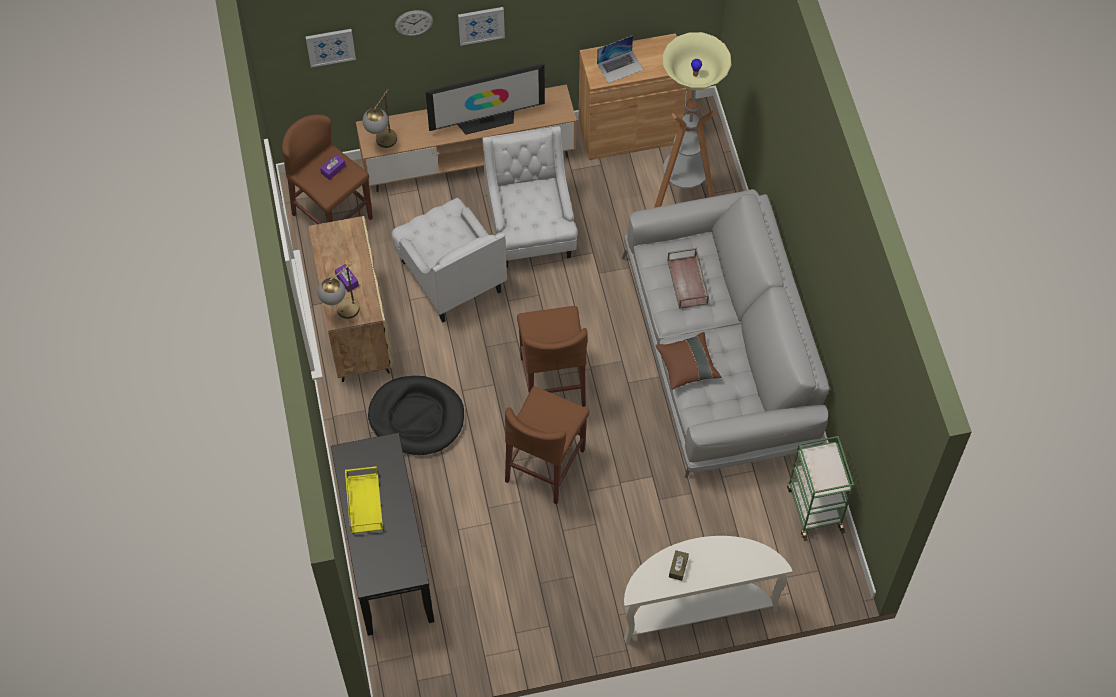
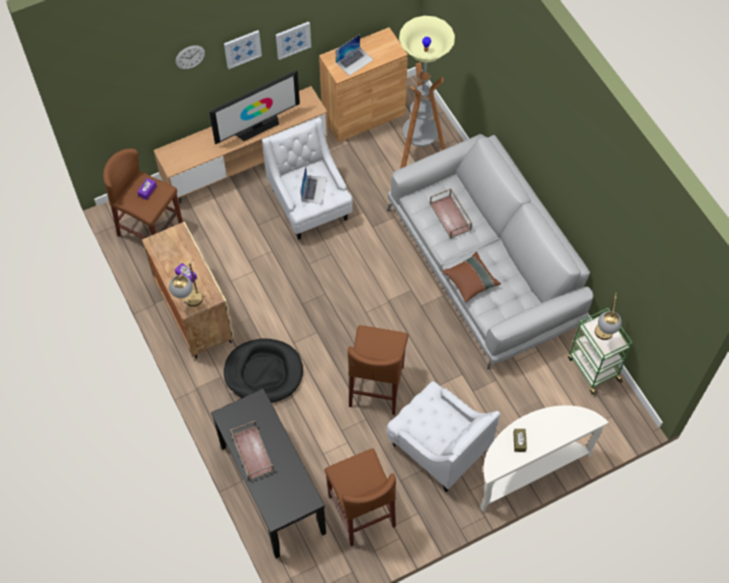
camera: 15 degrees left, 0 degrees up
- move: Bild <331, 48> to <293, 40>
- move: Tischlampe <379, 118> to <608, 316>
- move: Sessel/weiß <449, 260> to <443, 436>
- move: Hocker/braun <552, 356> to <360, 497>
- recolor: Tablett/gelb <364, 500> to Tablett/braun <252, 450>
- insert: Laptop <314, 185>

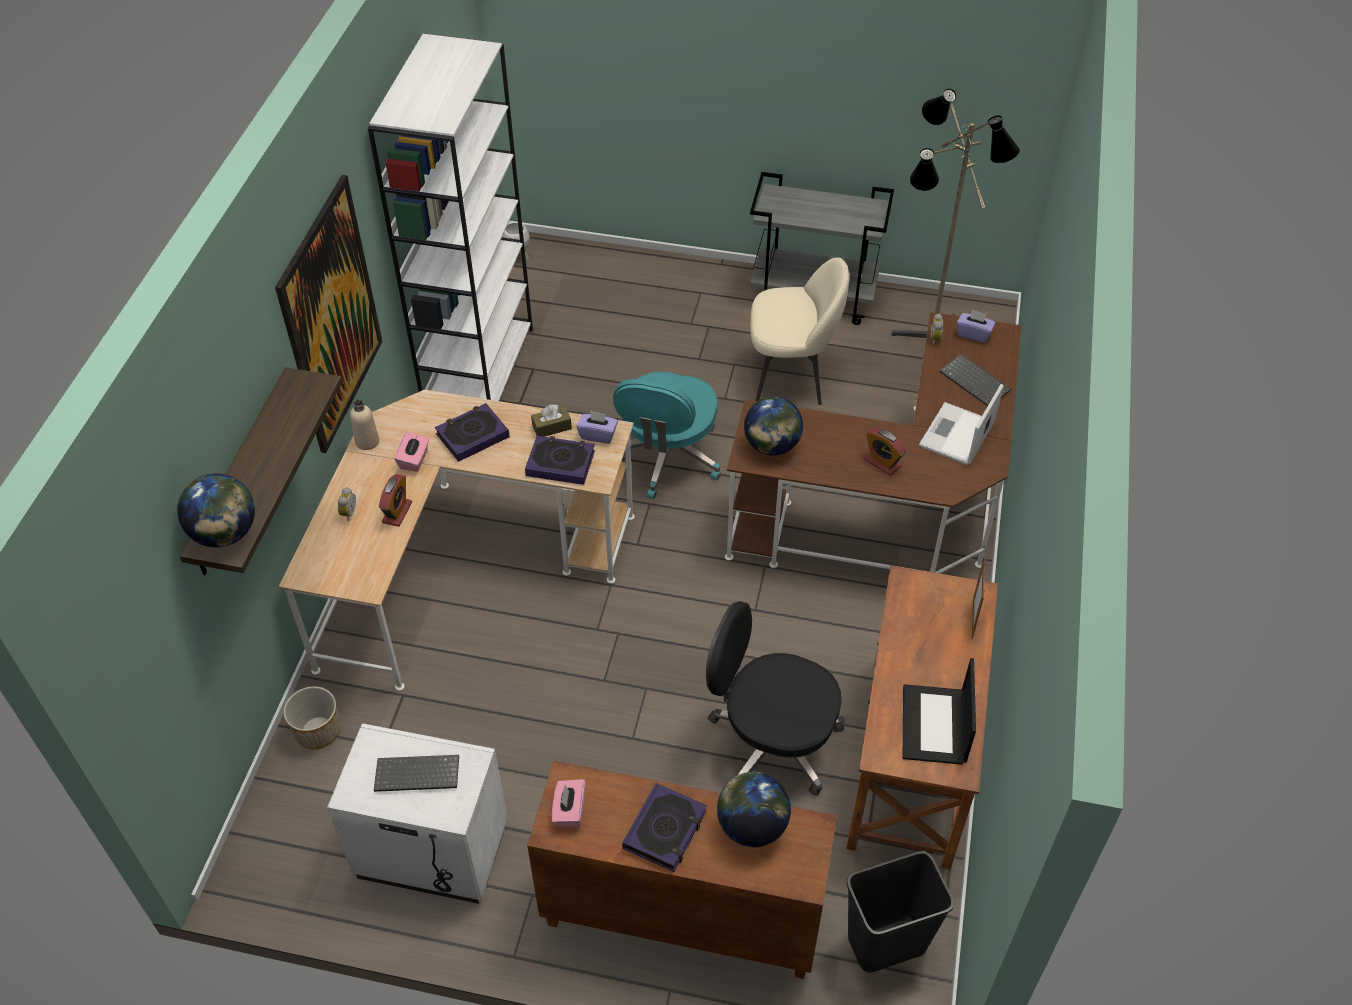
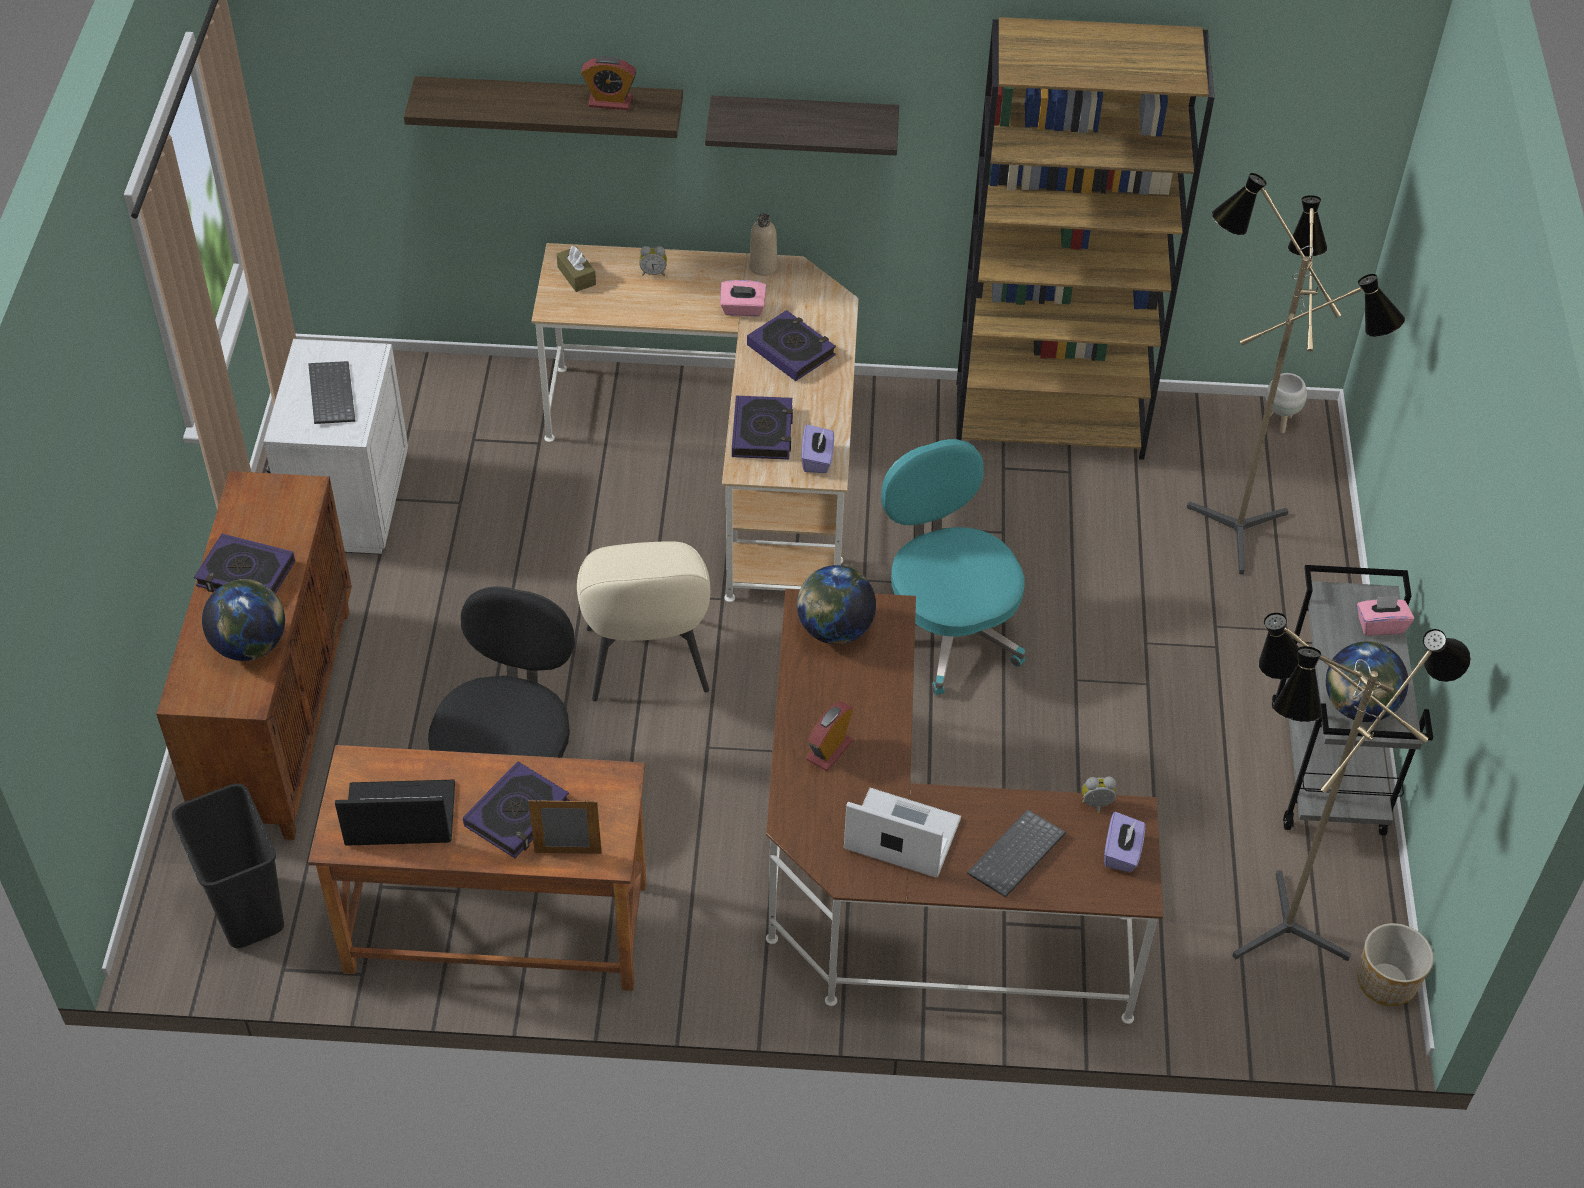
camera: 80 degrees right, 0 degrees up
- recolor: Bücherregal/weiß <450, 217> to Bücherregal/braun <1085, 238>
- replace: Bild <329, 314> to Wandregal <802, 125>
- move: Stuhl/beige <799, 331> to <644, 621>
- rotate: Bürostuhl/türkis <667, 435> = <953, 567> 60 degrees clockwise
- move: Taschentuchbox/braun <551, 421> to <576, 268>
- move: Globus <216, 510> to <1367, 681>
- move: Wecker <395, 500> to <608, 83>
- move: Pflanzkübel <311, 717> to <1396, 964>
- move: Taschentuchbox/rosa <568, 803> to <1385, 616>
- insert: Stehlampe <1296, 373>
- insert: Buch <516, 809>

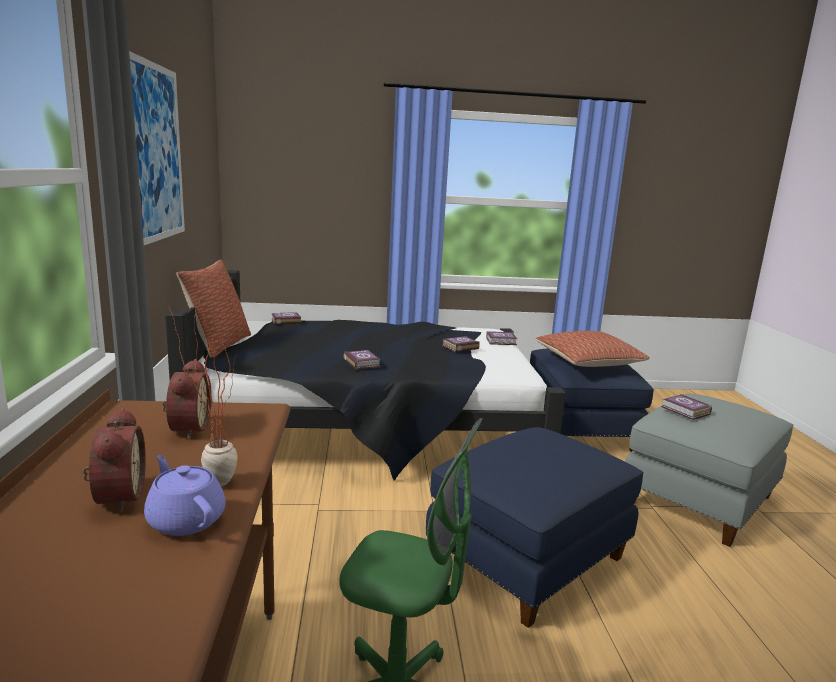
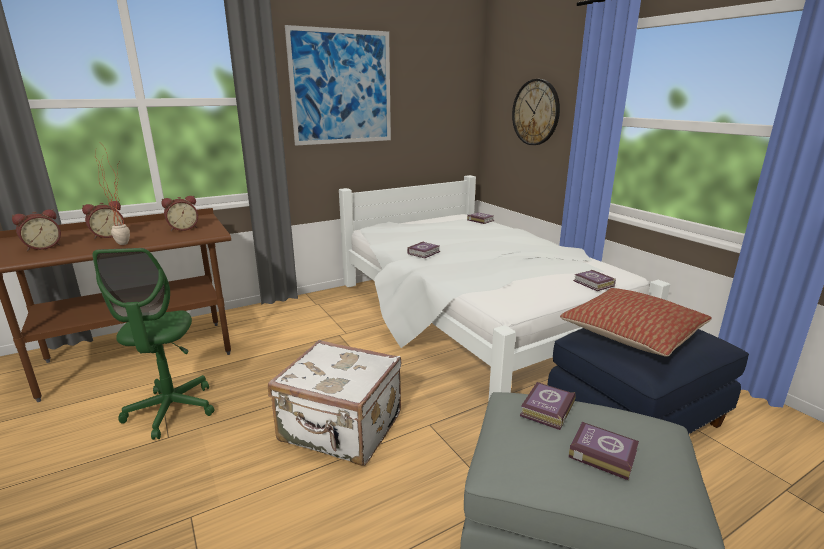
camera: 65 degrees right, 5 degrees up
- delete: Kissen <214, 309>
- recolor: Bett/schwarz <365, 375> to Bett/weiß <504, 288>
- move: Buch <461, 344> to <603, 451>
- replace: Polsterhocker/blau <535, 527> to Koffer/weiß <334, 403>
- delete: Teekanne/lila <185, 495>
- insert: Wanduhr <536, 112>
- insert: Wecker <36, 230>

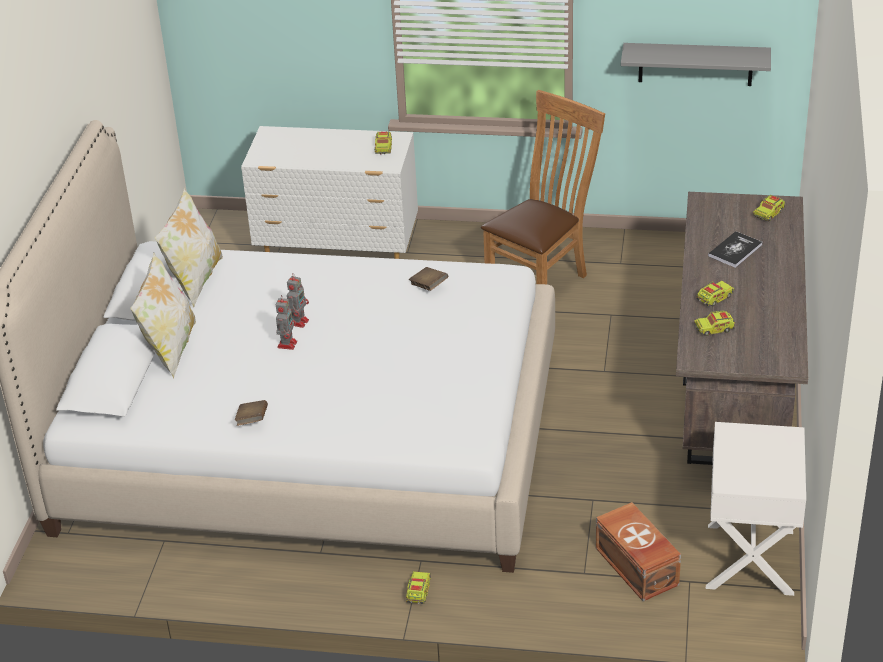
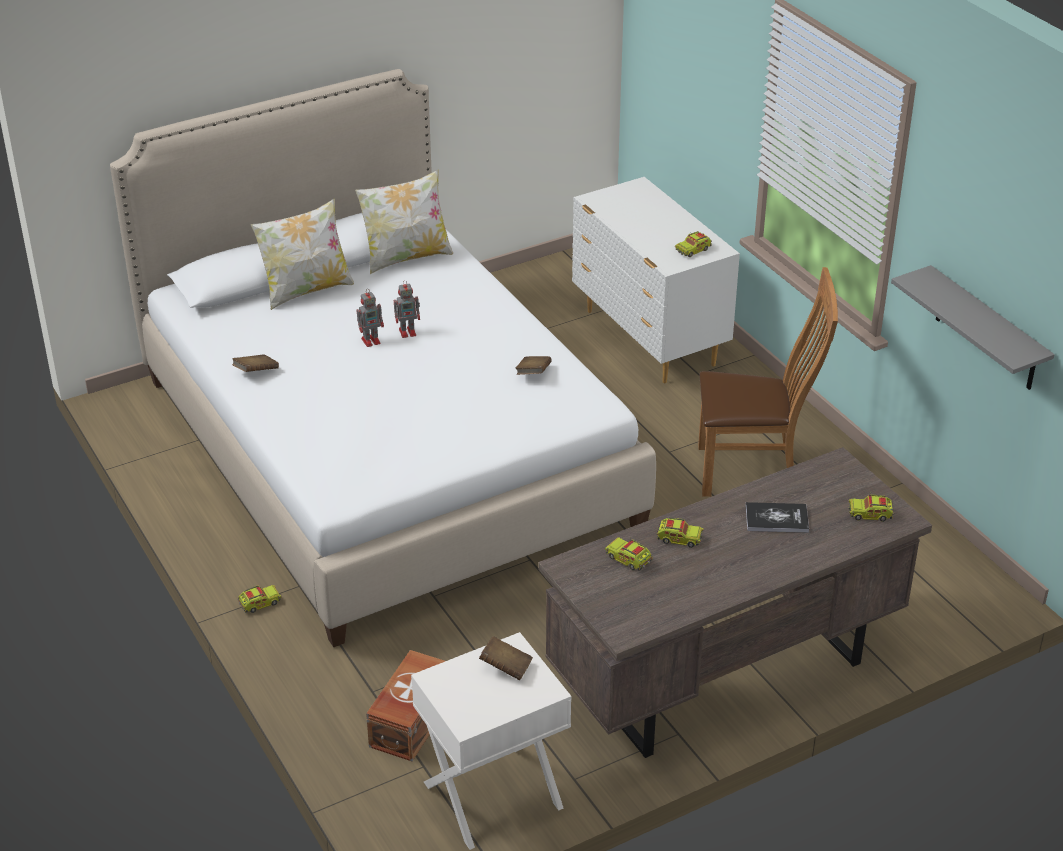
camera: 50 degrees right, 0 degrees up
- insert: Buch/braun <506, 658>

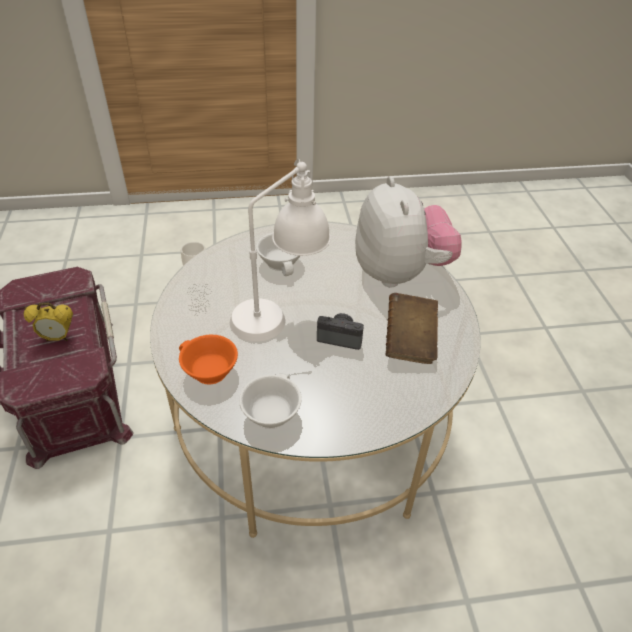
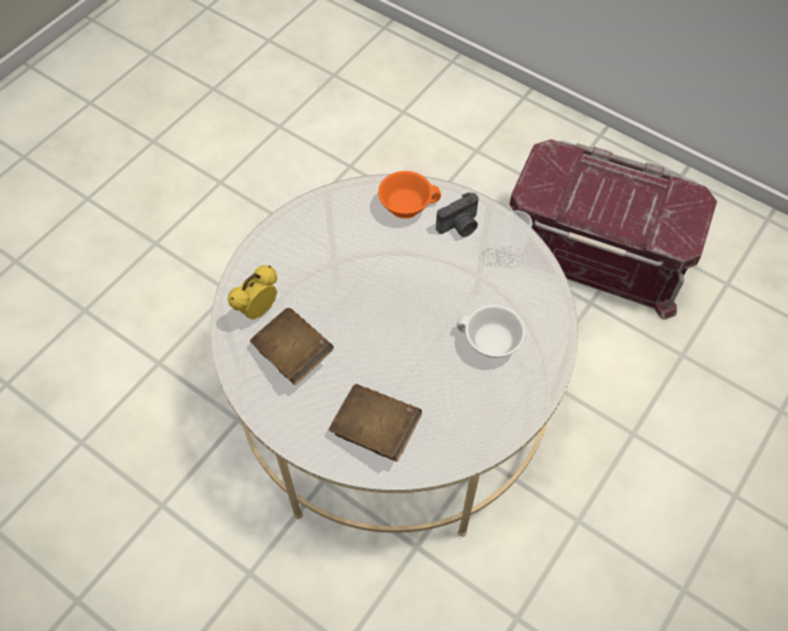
camera: 135 degrees right, 15 degrees up
- delete: Tischlampe/weiß <280, 250>
- replace: Plüschtier <408, 232> to Buch/braun <375, 423>
- move: Wecker <48, 321> to <252, 292>
- move: Kamera <340, 331> to <457, 214>
- delete: Tasse/weiß <270, 401>

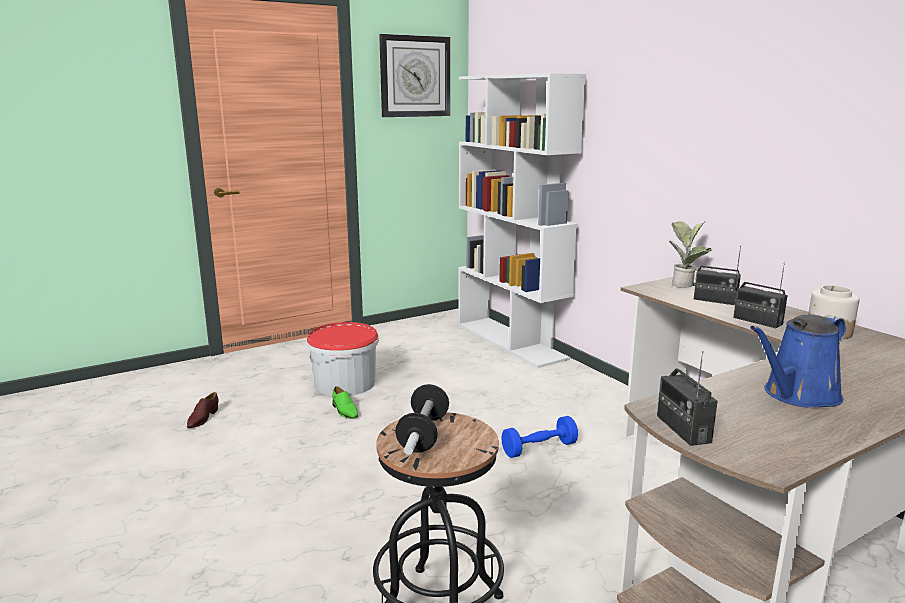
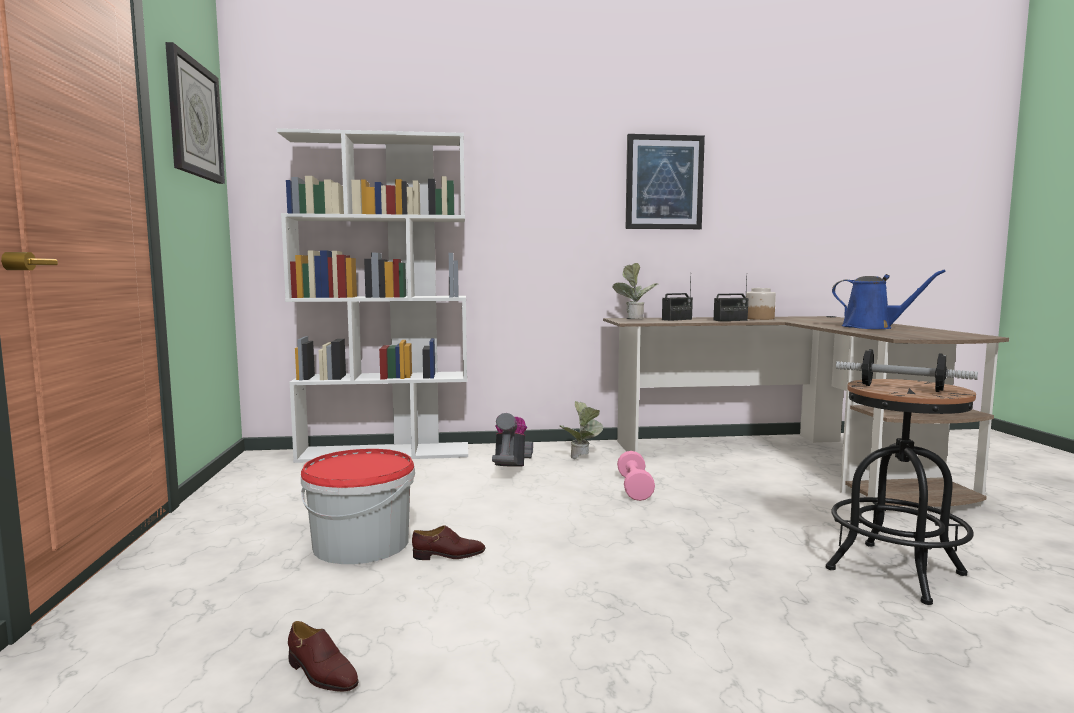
camera: 65 degrees left, 10 degrees down
- rotate: Gießkanne/blau <798, 361> = <889, 299> 45 degrees counterclockwise
- delete: Radio <687, 398>
- recolor: Schuh/grün <345, 402> to Schuh/braun <448, 542>
- recolor: Hantel/blau <539, 437> to Hantel/rosa <636, 476>
- insert: Bild <665, 181>
- insert: Topfpflanze <581, 430>
- insert: Staubsauger <512, 440>

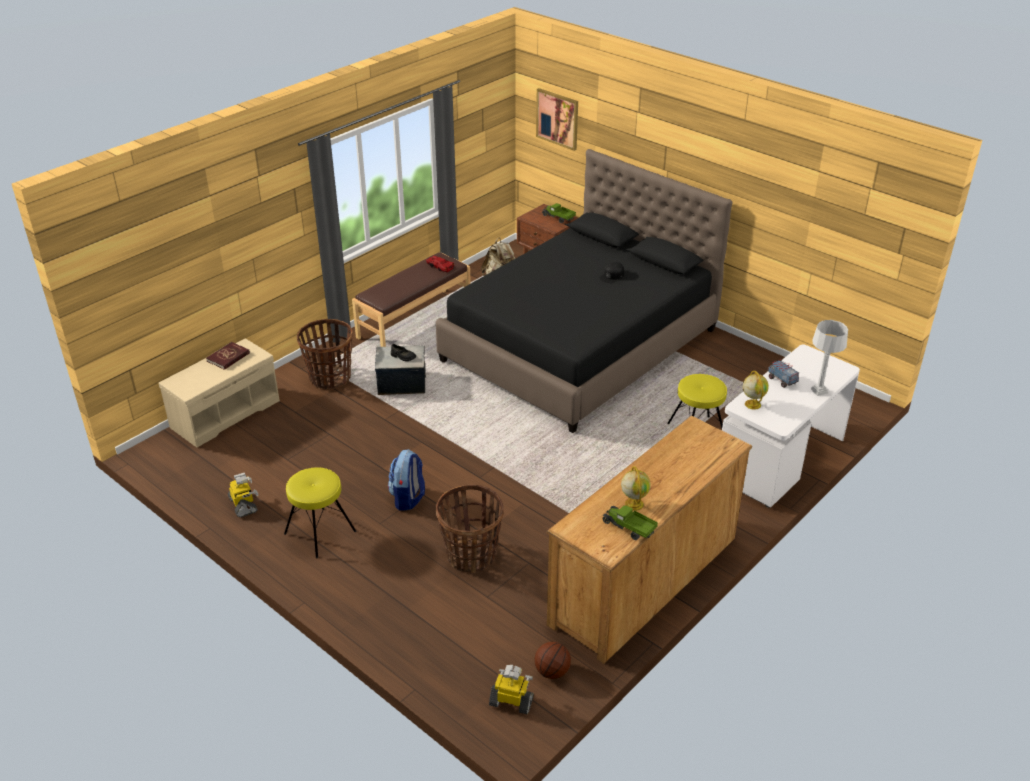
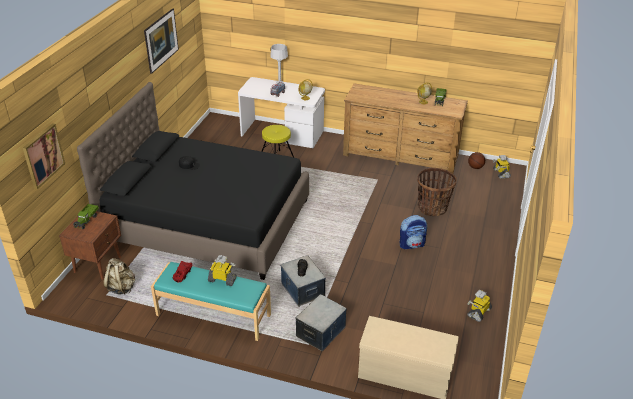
camera: 115 degrees left, 0 degrees up
- recolor: Bank/braun <411, 299> to Bank/türkis <211, 301>
- replace: Korb <325, 354> to Aufbewahrungsbox <321, 322>
- delete: Buch/rot <228, 356>
- delete: Hocker/gelb <320, 513>
- insert: Bild <161, 41>
- insert: Spielzeugroboter <222, 270>

